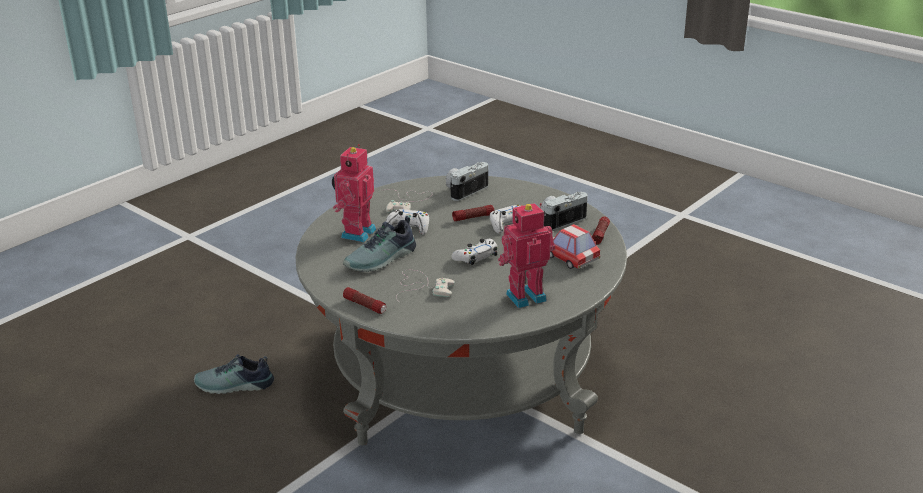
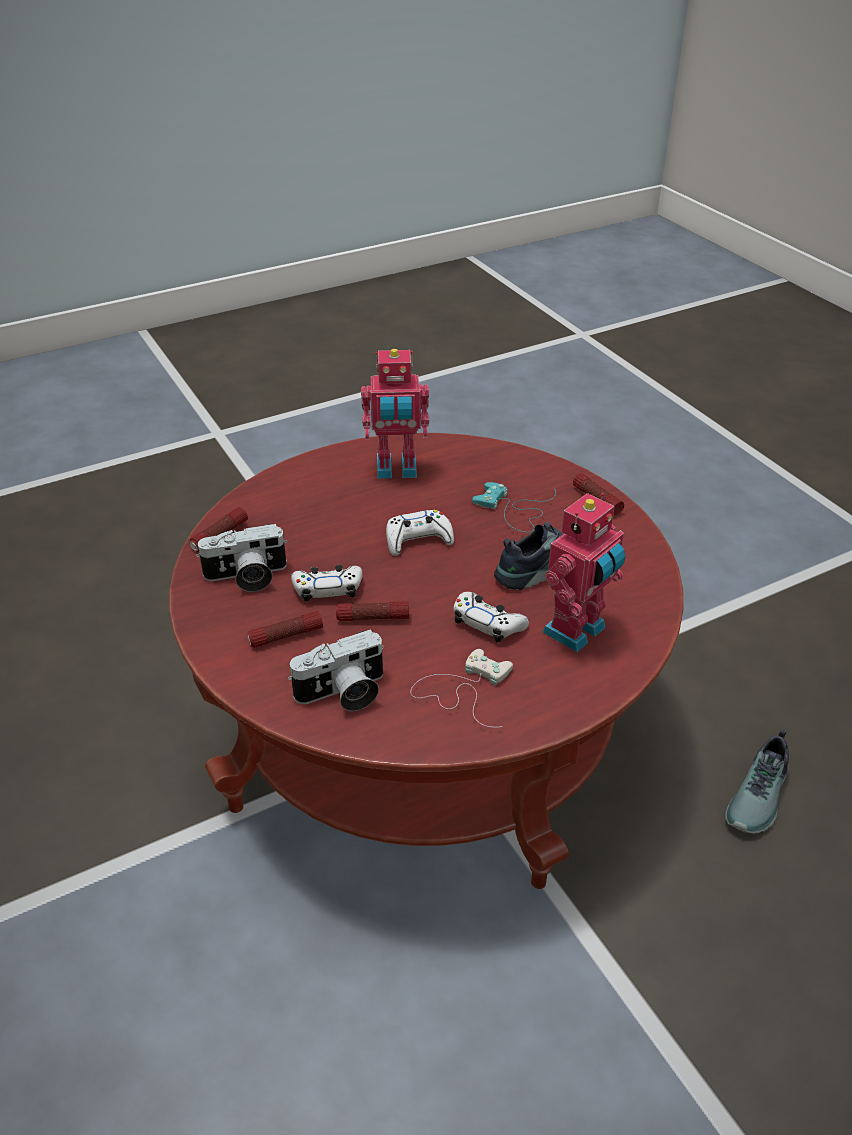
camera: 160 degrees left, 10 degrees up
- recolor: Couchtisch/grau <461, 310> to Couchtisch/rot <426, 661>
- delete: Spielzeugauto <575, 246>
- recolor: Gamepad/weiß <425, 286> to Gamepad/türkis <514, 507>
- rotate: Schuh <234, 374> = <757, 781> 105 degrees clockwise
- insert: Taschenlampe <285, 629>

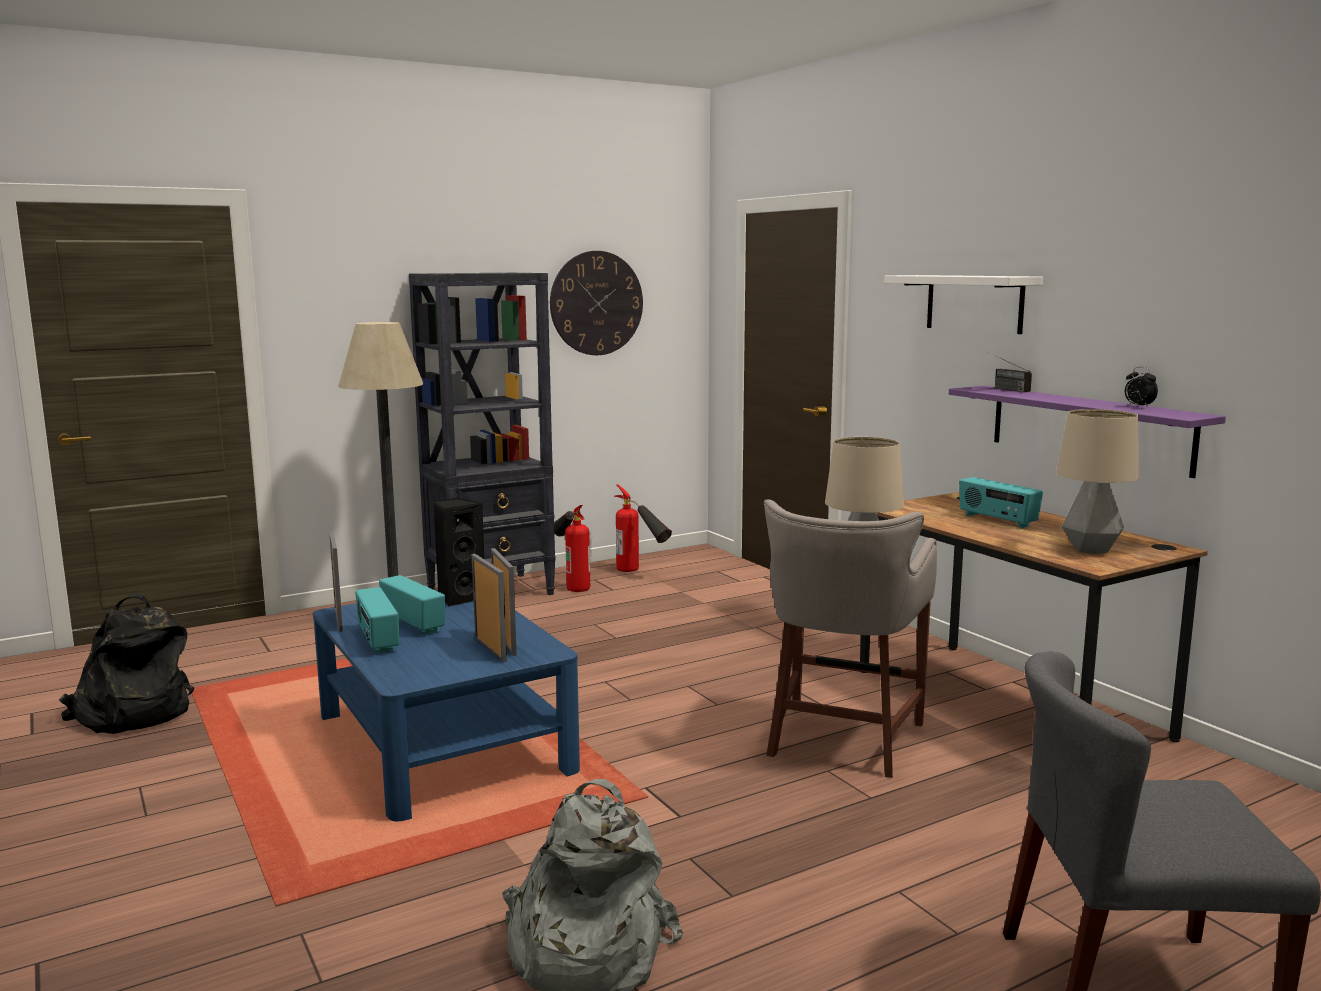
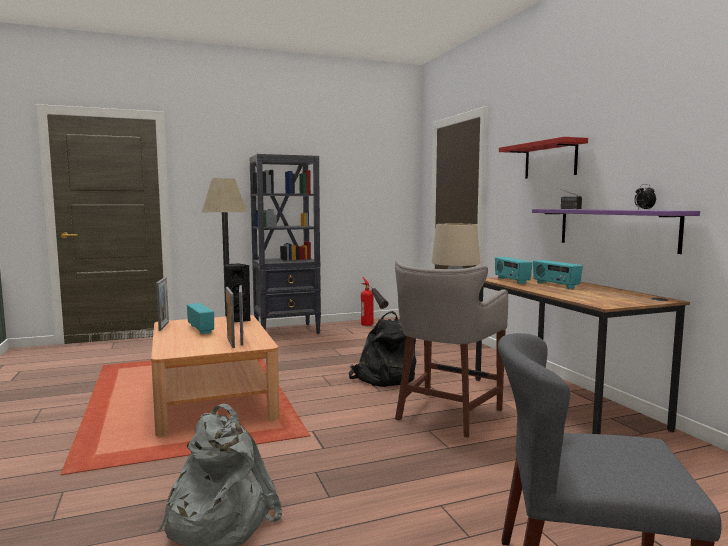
camera: 10 degrees right, 5 degrees down
- delete: Wanduhr <596, 303>
- recolor: Wandregal/weiß <963, 304> to Wandregal/rot <543, 157>
- delete: Tischlampe <1098, 481>
- delete: Feuerlöscher <572, 548>
- move: Radio <377, 620> to <513, 270>
- recolor: Couchtisch/blau <446, 706> to Couchtisch/braun <215, 376>
- move: Rucksack/schwarz <126, 663> to <382, 349>

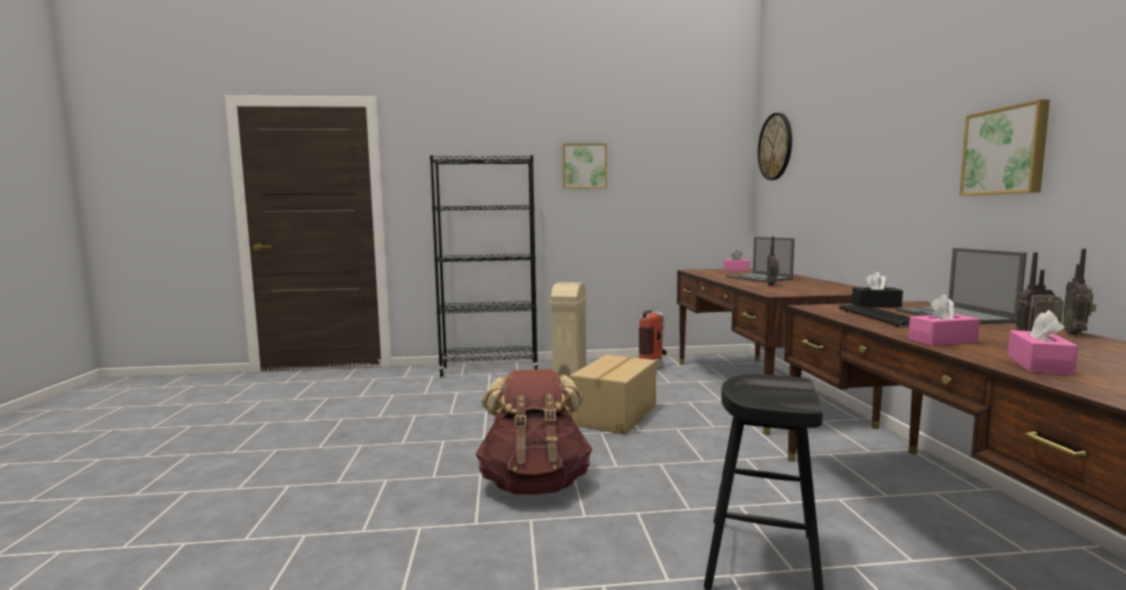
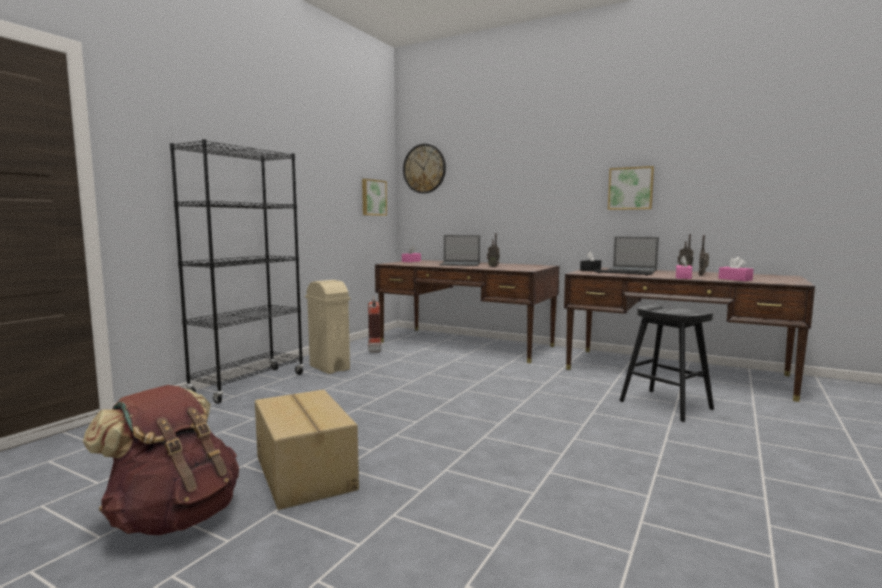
camera: 55 degrees left, 0 degrees up
- move: Bild <585, 166> to <374, 197>
- move: Karton <613, 395> to <307, 450>
- move: Rucksack/braun <534, 432> to <161, 460>

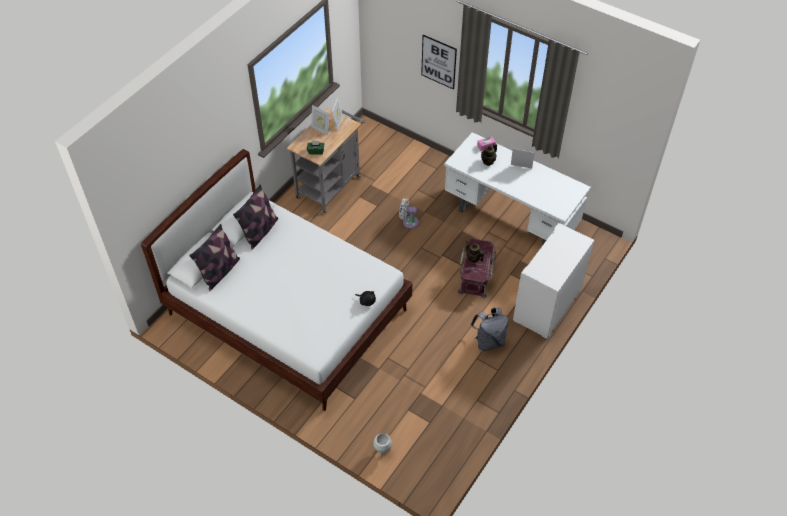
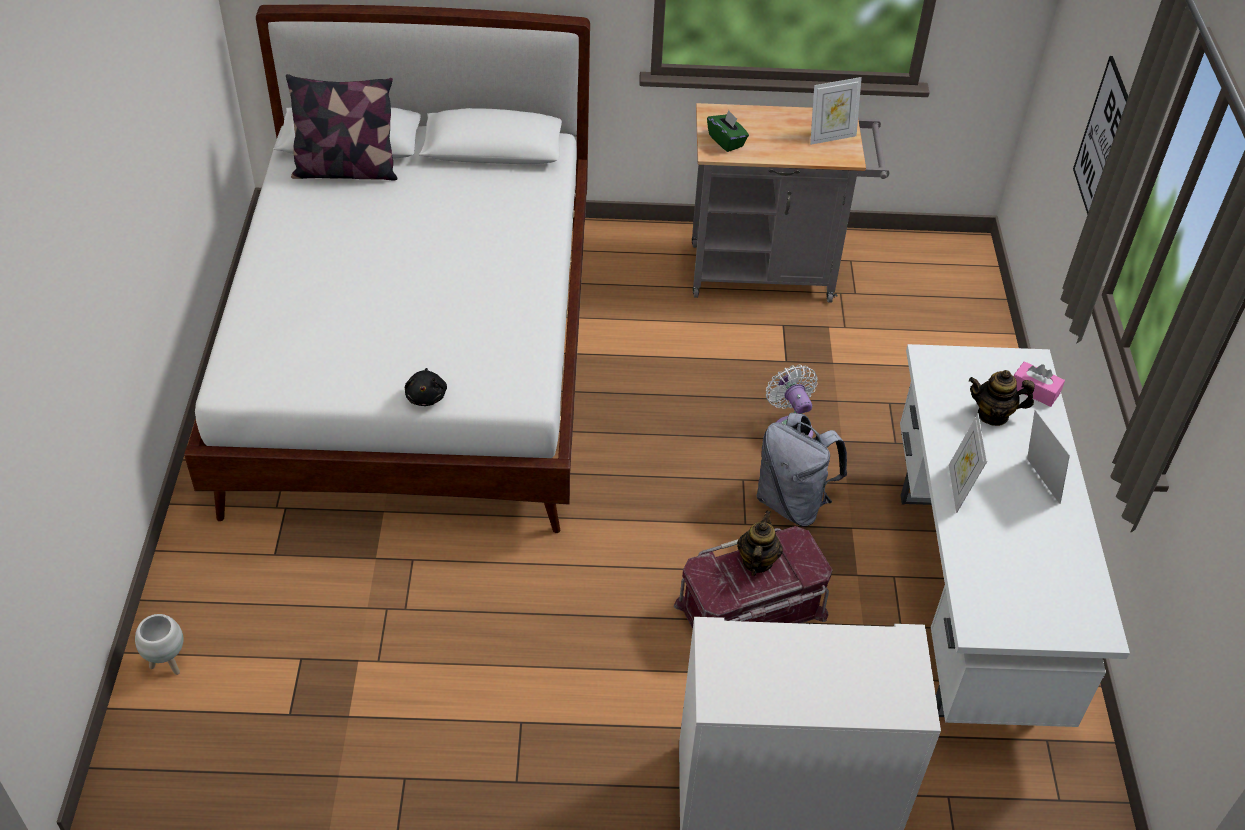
camera: 55 degrees right, 5 degrees down
- move: Bilderrahmen <320, 120> to <968, 463>
- delete: Kissen <255, 217>
- move: Rucksack/grau <489, 329> to <802, 469>

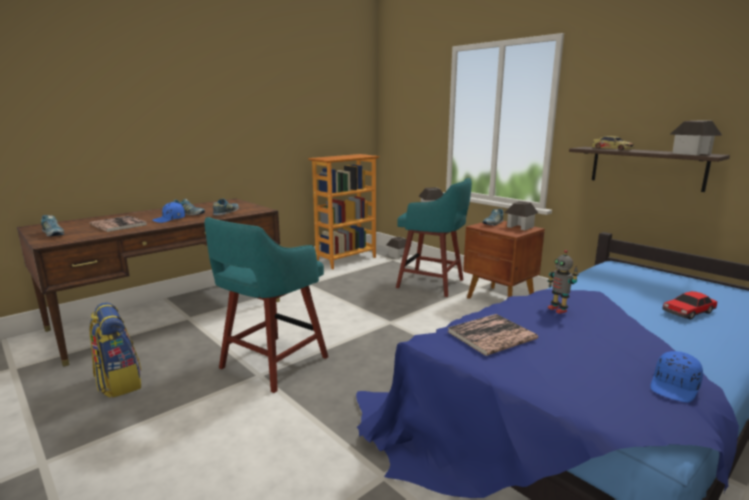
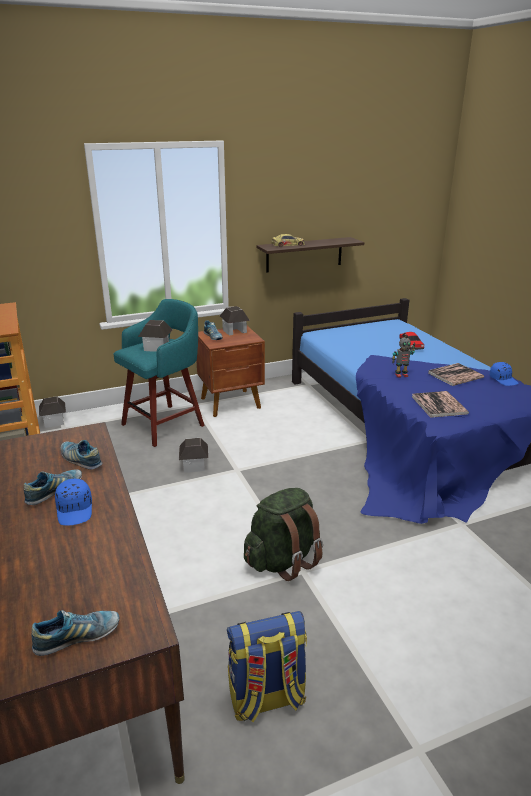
camera: 70 degrees left, 10 degrees up
- move: Spielzeughaus <696, 137> to <193, 455>
- move: Buch <118, 224> to <456, 374>
- replace: Hocker/türkis <266, 305> to Rucksack/grün <283, 534>

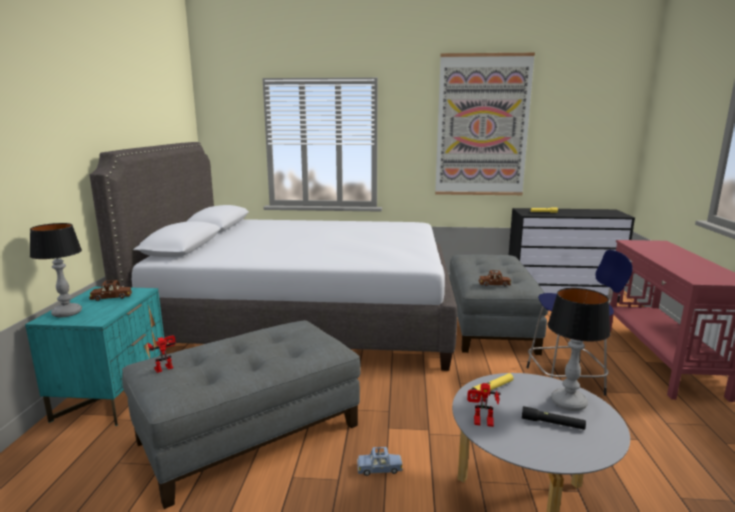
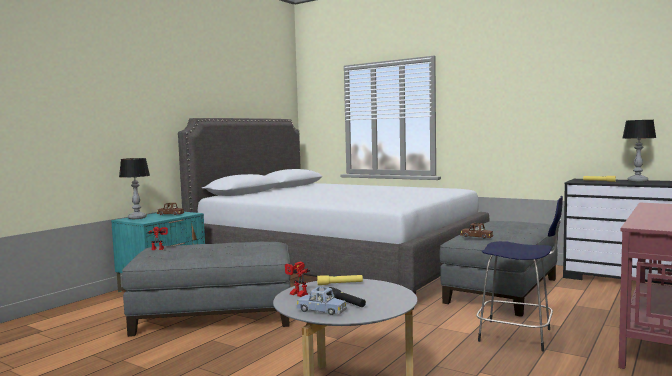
camera: 30 degrees right, 10 degrees down
- delete: Bild <485, 124>
- move: Tischlampe <579, 349> to <639, 151>
- move: Spielzeugauto/blau <380, 461> to <321, 301>

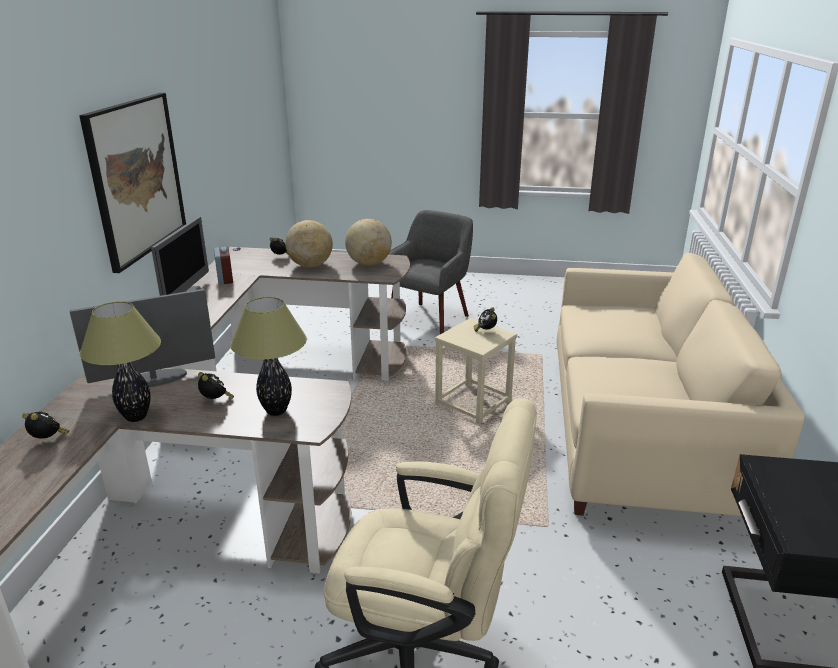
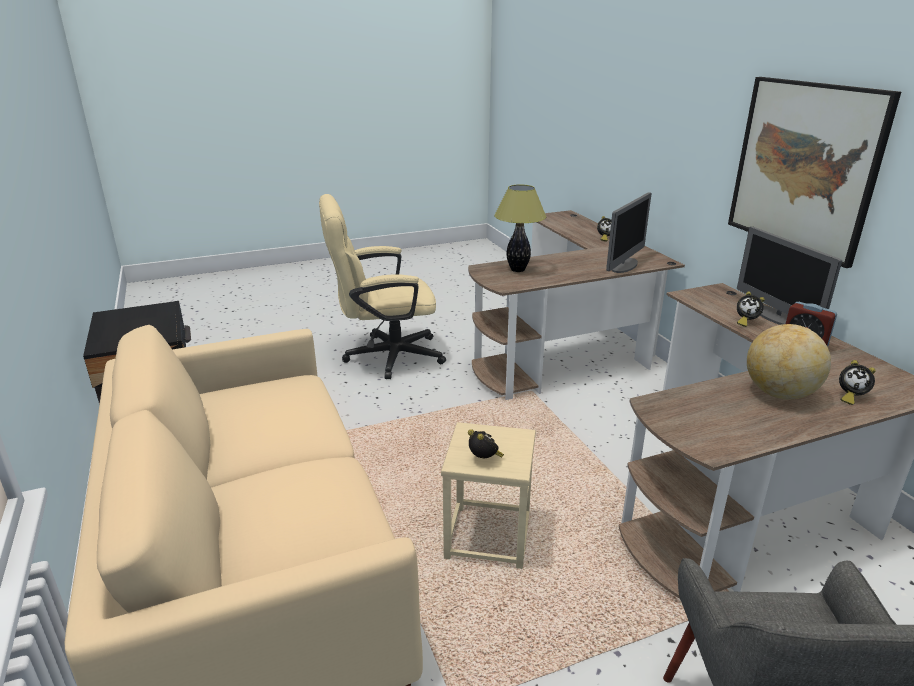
camera: 150 degrees right, 0 degrees up
- delete: Globus <368, 242>
- delete: Tischlampe <120, 361>
- move: Wecker <216, 385> to <751, 309>

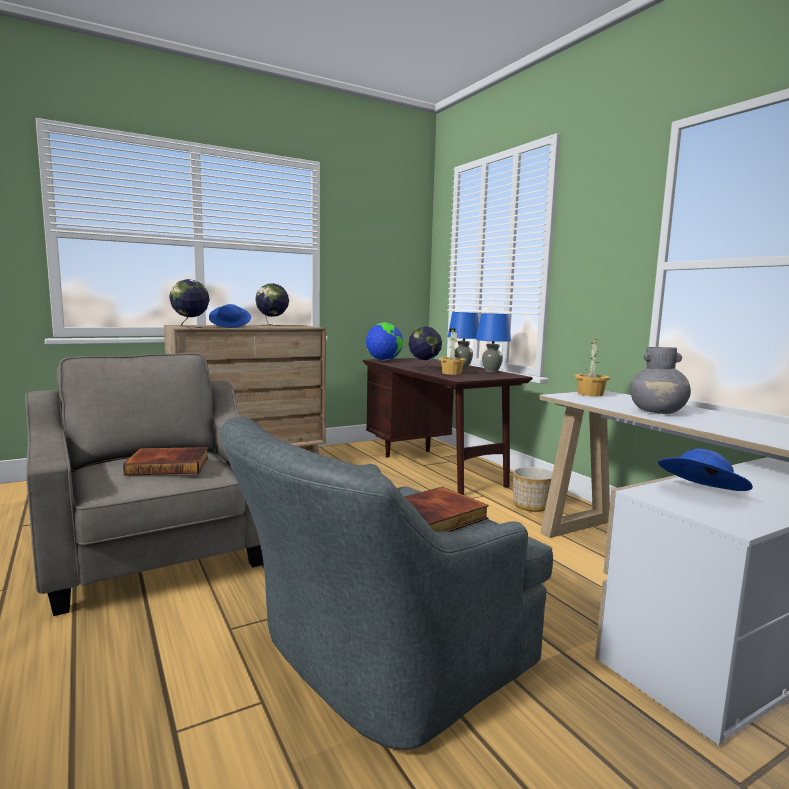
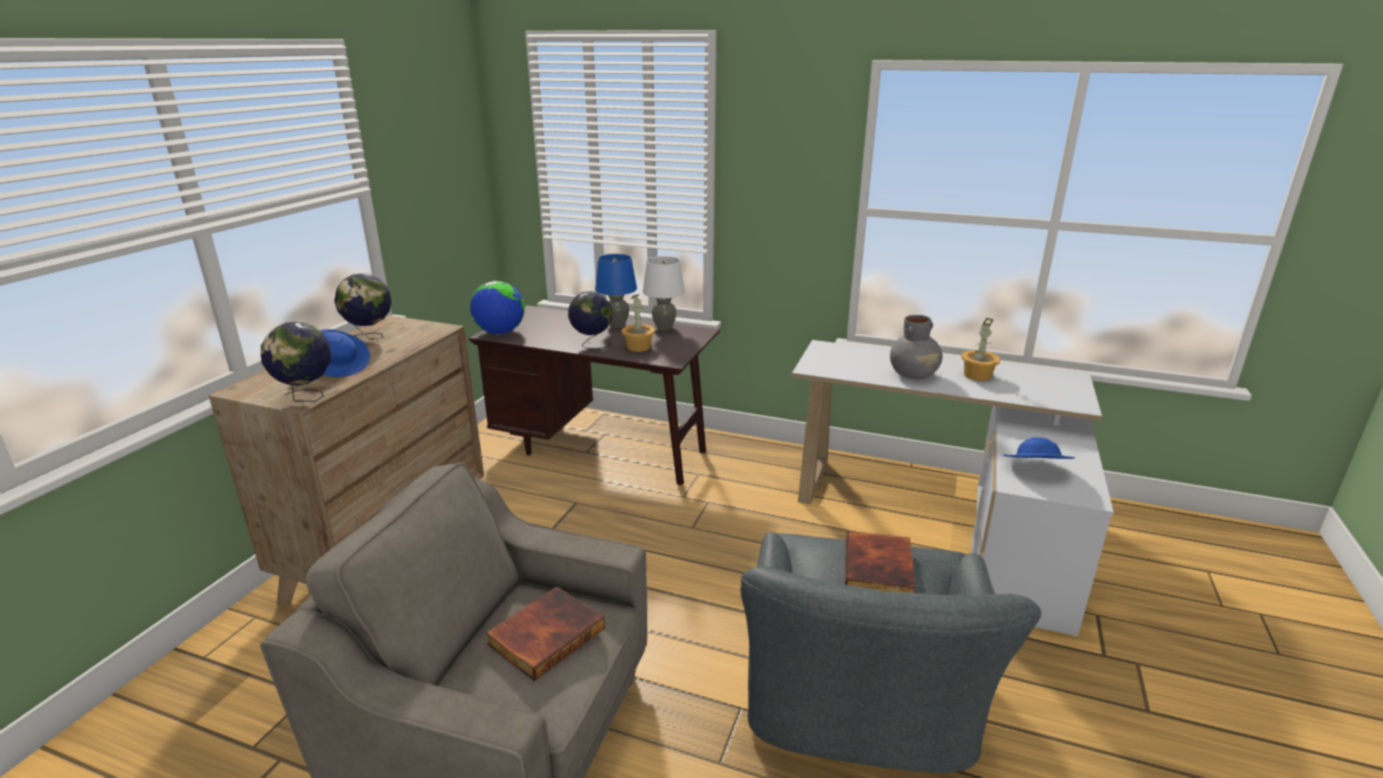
camera: 40 degrees left, 15 degrees up
- recolor: Tischlampe/blau <493, 342> to Tischlampe/weiß <664, 293>
- move: Topfpflanze <592, 367> to <980, 349>
- delete: Pflanzkübel <533, 489>

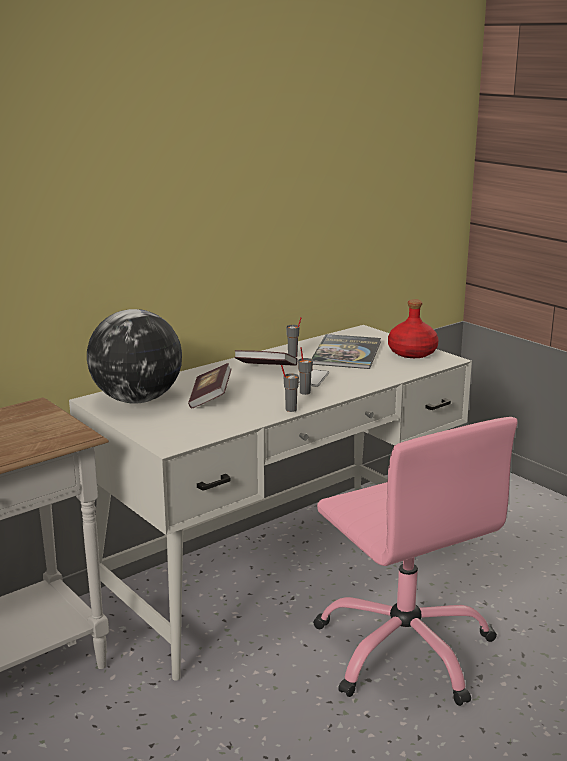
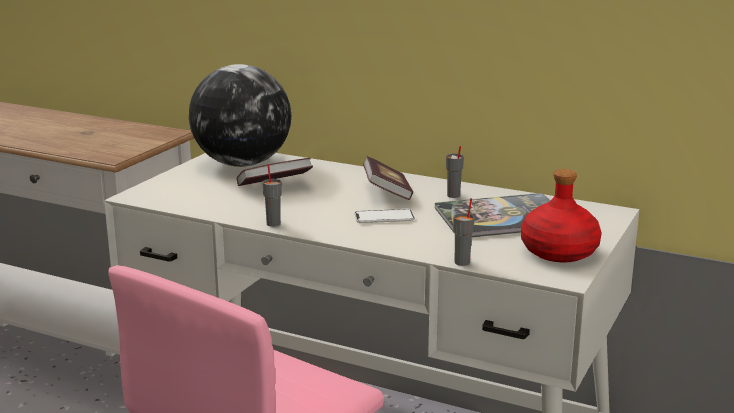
camera: 65 degrees right, 0 degrees up
- move: Tasse/grau <305, 371> to <464, 232>

